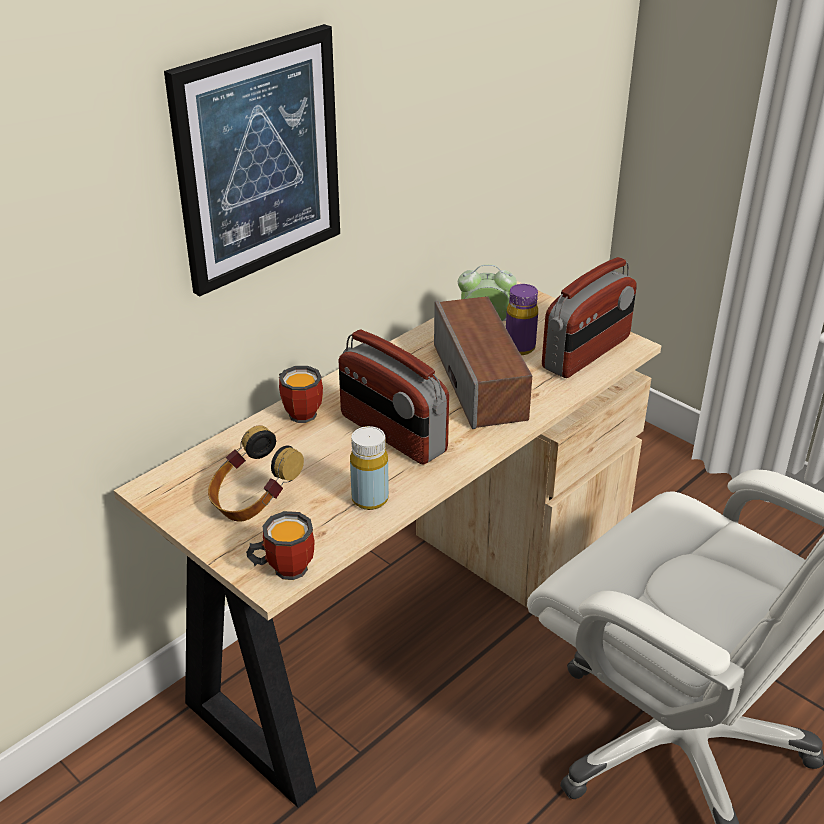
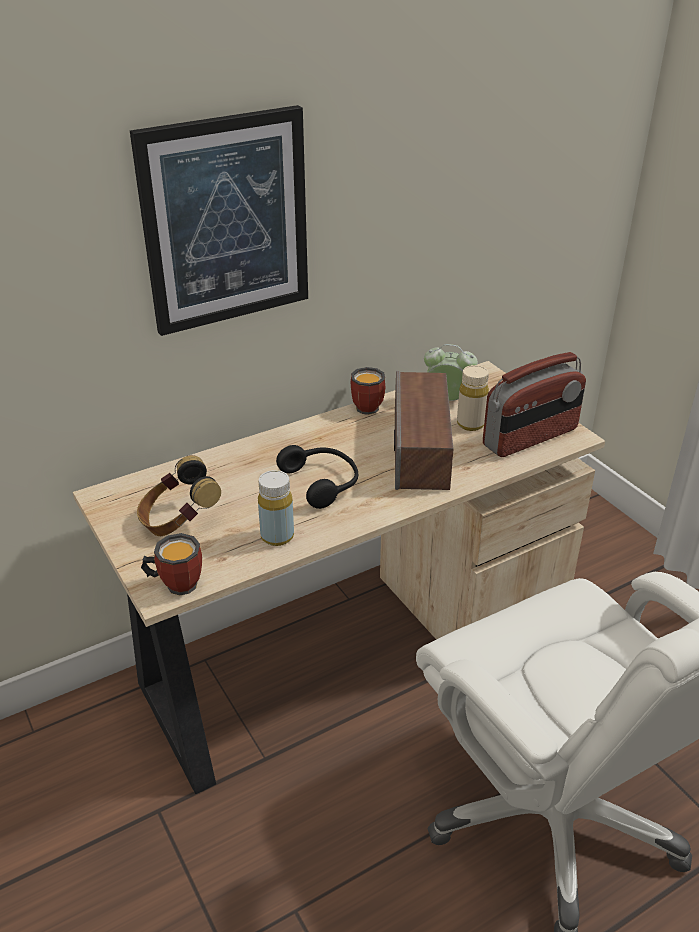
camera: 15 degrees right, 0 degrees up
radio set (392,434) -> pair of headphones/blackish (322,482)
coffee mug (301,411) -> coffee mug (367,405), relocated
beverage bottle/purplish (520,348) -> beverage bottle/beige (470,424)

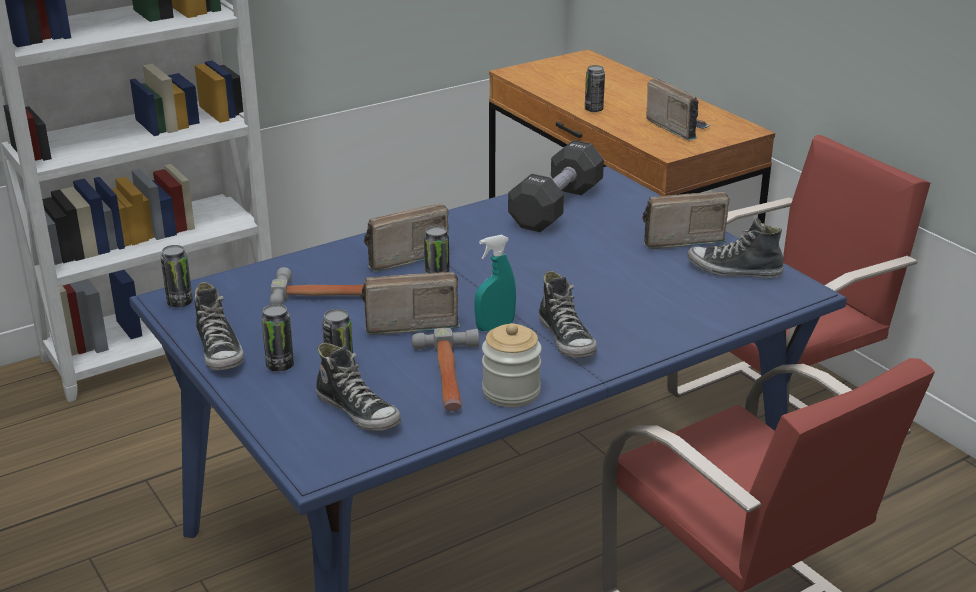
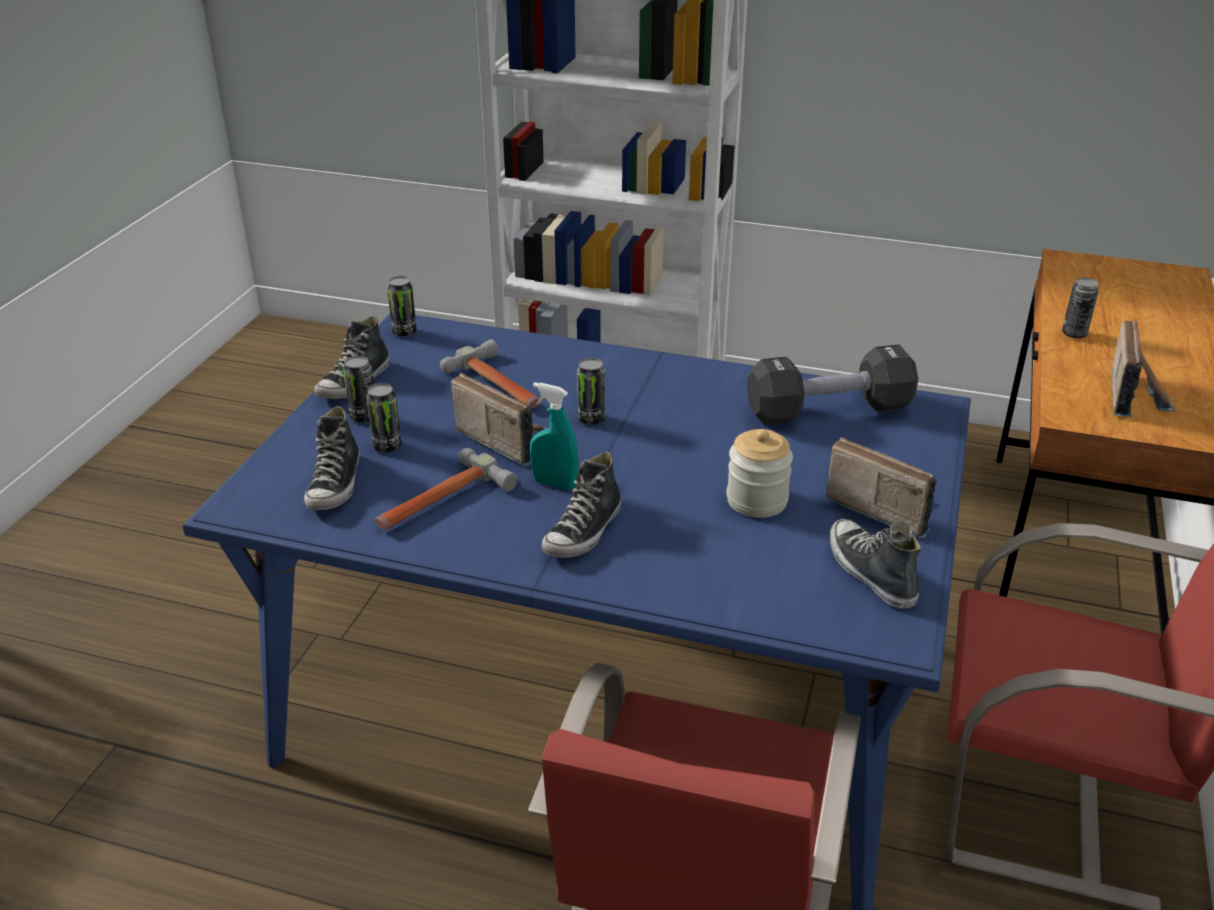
camera: 50 degrees right, 5 degrees up
storage jar (511,392) -> storage jar (756,500), relocated
radio set (401,257) -> none

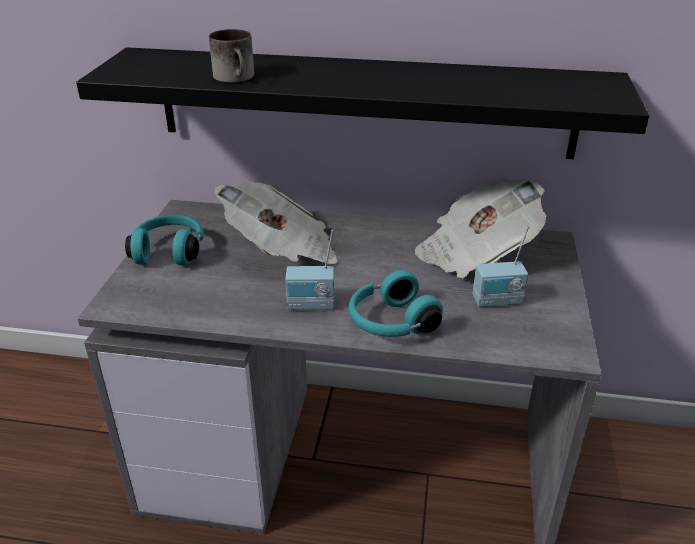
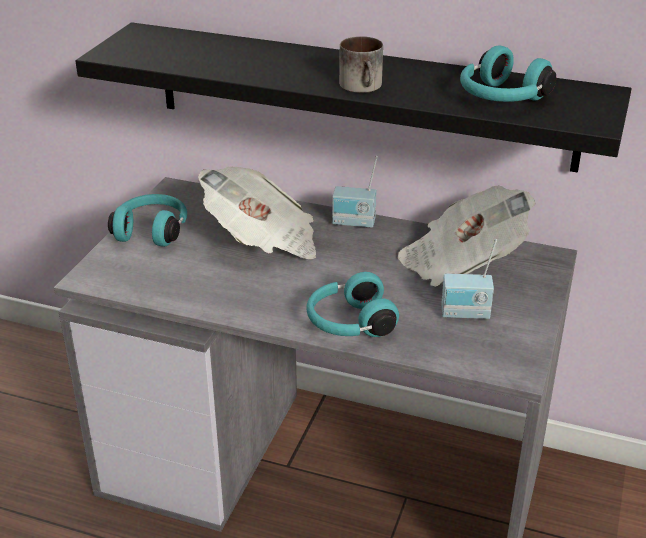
camera: 10 degrees right, 0 degrees up
radio set (311,305) -> radio set (353,223), relocated
coffee mug (237,77) -> coffee mug (364,86), relocated
none -> pair of headphones/turquoise (501,98)

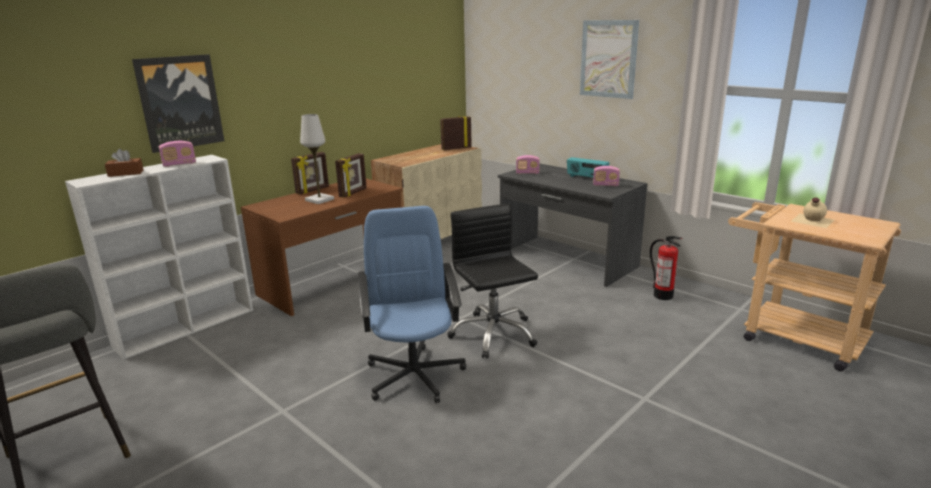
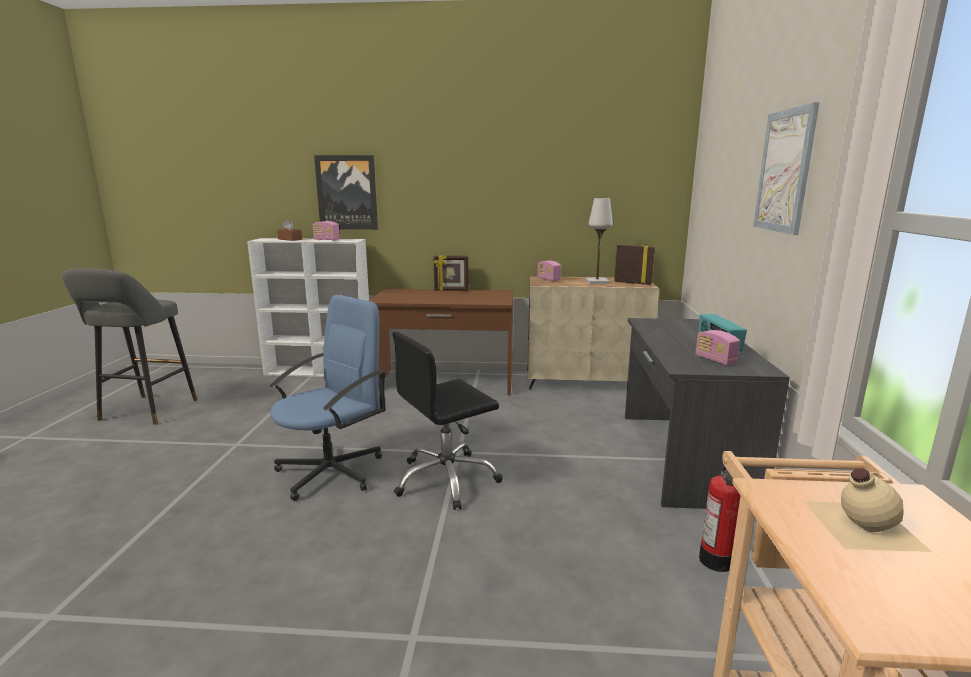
camera: 50 degrees right, 5 degrees down
computer chair/blackish (493,334) -> computer chair/blackish (446,480), 150 degrees counterclockwise
radio set (527,173) -> radio set (548,279), relocated
table lamp/whitish (320,200) -> table lamp/whitish (597,282), relocated
picture frame (353,193) -> none

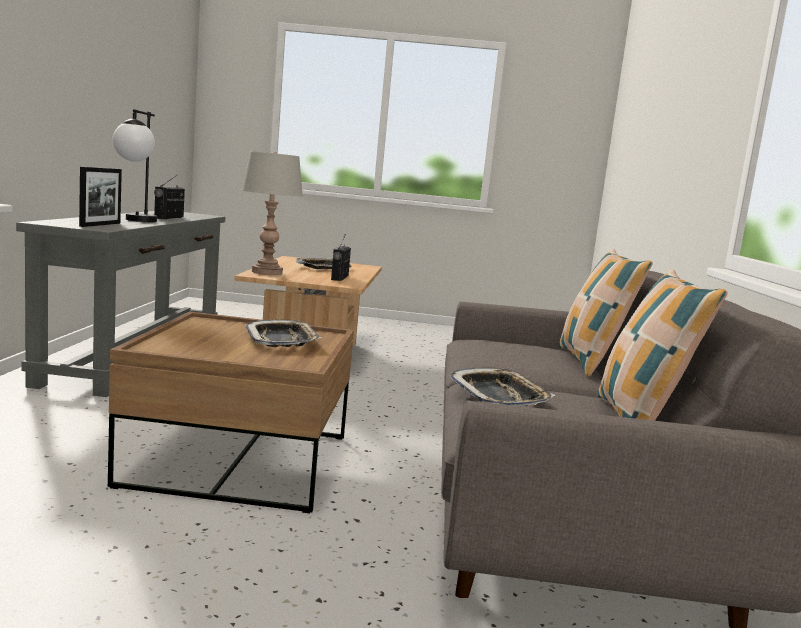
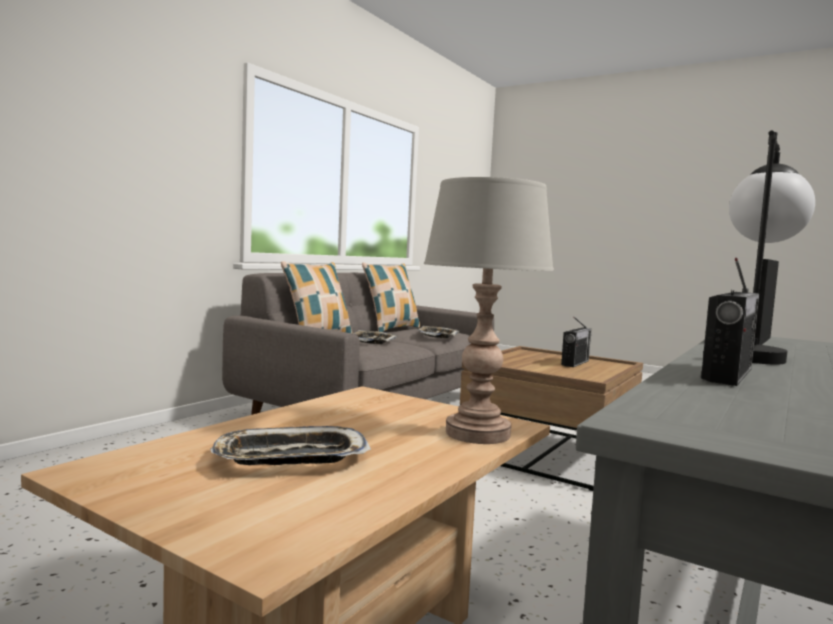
camera: 150 degrees left, 5 degrees down
serving tray (282,340) -> serving tray (372,341), relocated
radio set (339,278) -> radio set (575,363), relocated

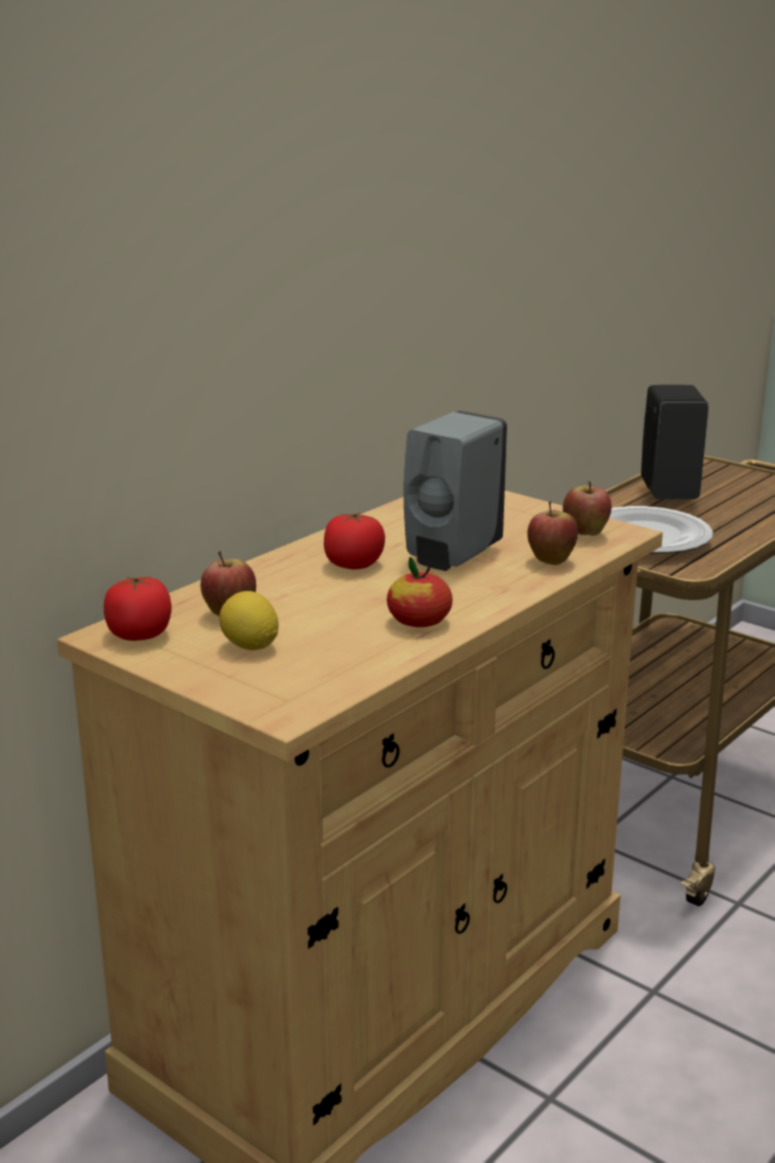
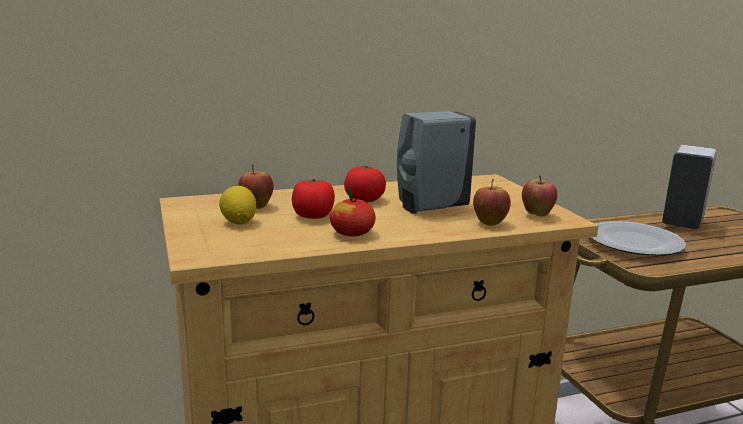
camera: 30 degrees right, 5 degrees down
tomato (140,634) -> tomato (313,216), relocated
liquid soap bottle/blackish (668,492) -> liquid soap bottle/whitish (682,223)

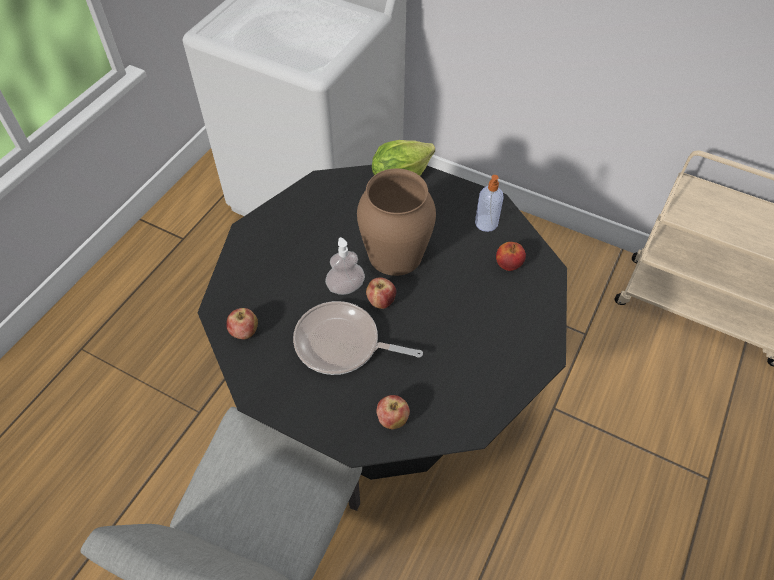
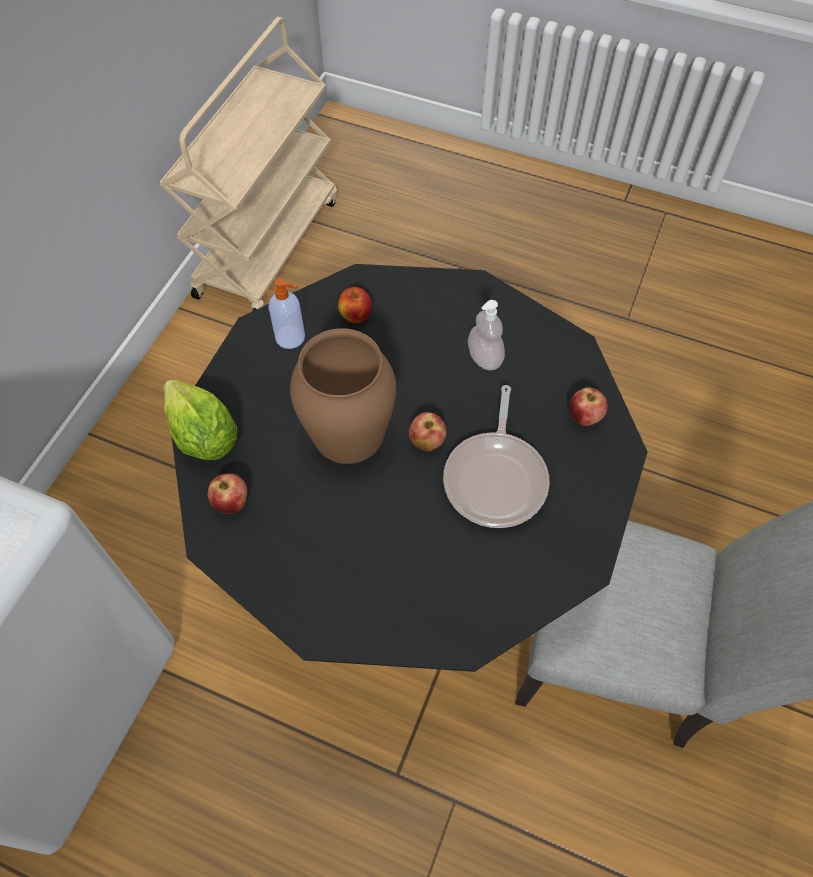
camera: 95 degrees left, 5 degrees up
apple (244,332) -> apple (231,503), relocated
liquid soap bottle (345,287) -> liquid soap bottle (484,358), relocated

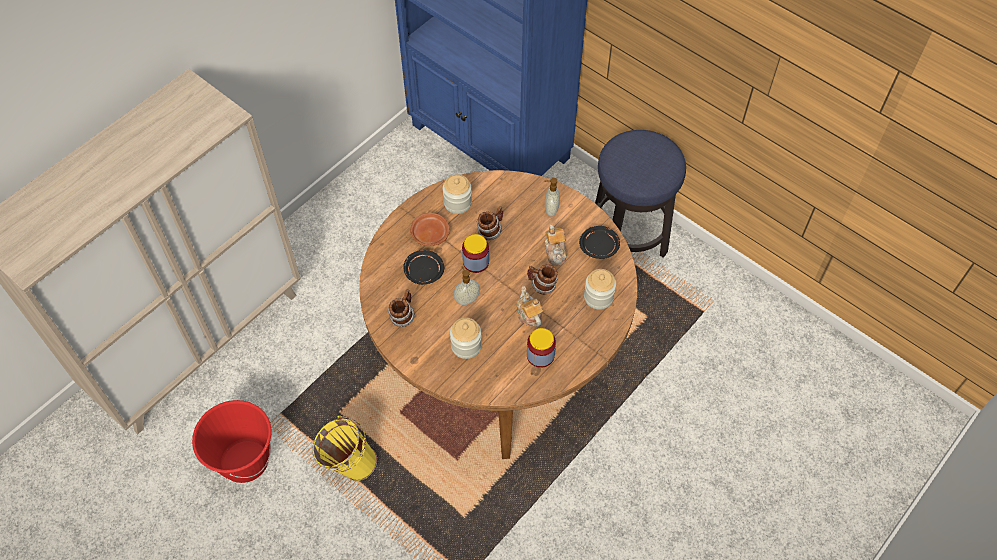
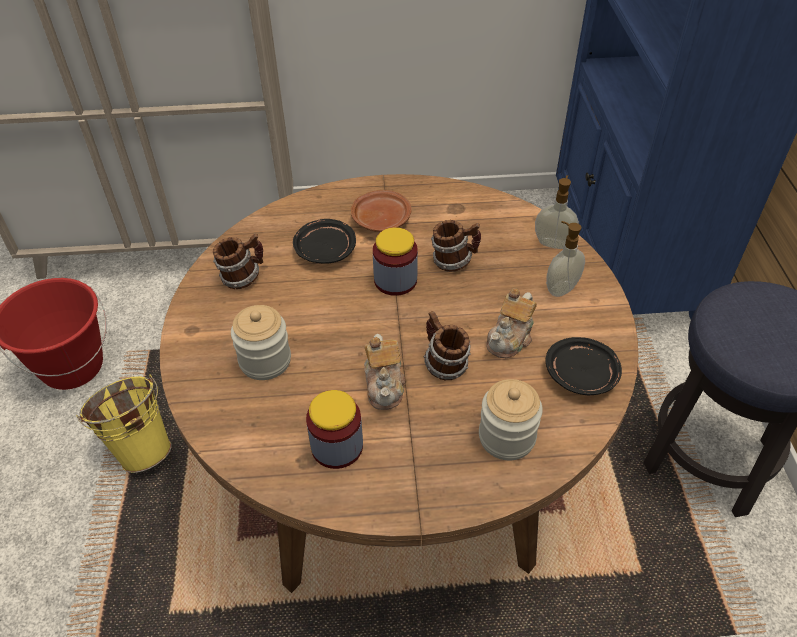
camera: 45 degrees right, 10 degrees down
tea pot (529,314) -> tea pot (385,385), 150 degrees clockwise
liquid soap bottle (466,299) -> liquid soap bottle (553,243), relocated
storage jar (457,203) -> none

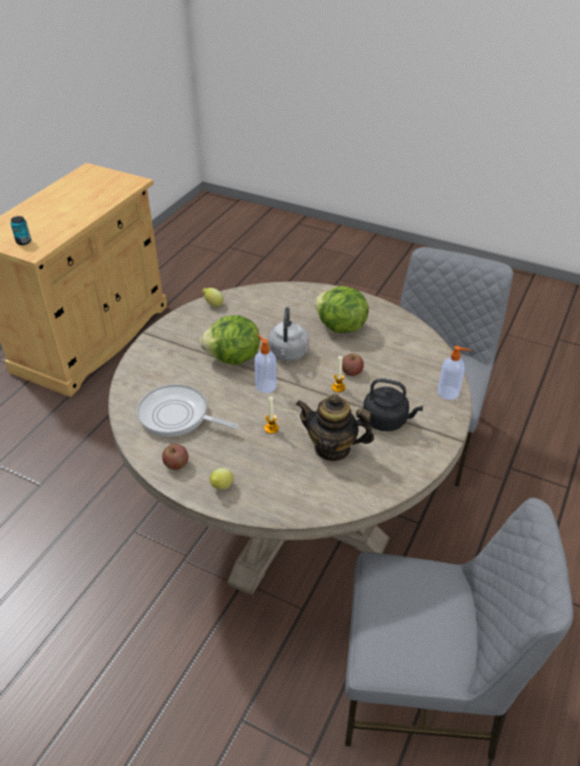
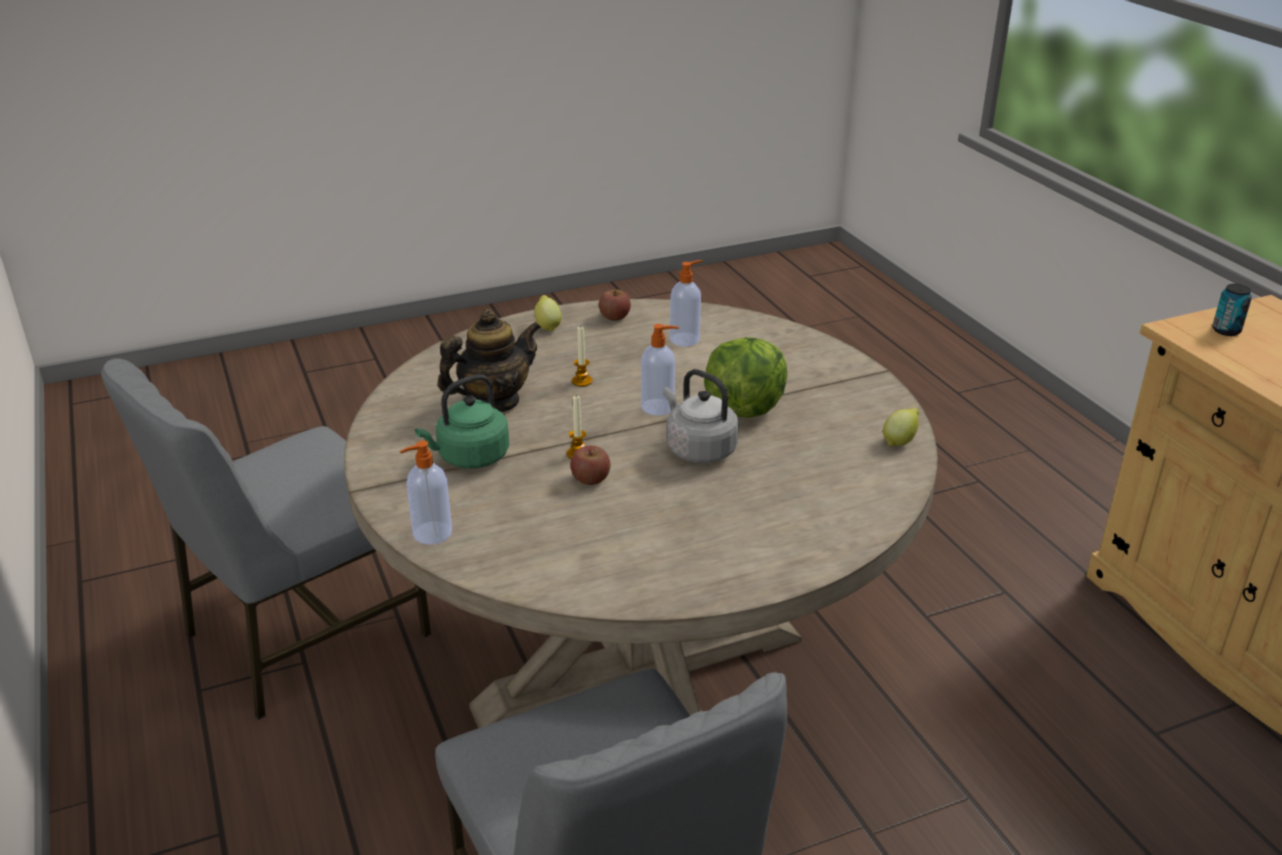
camera: 130 degrees right, 10 degrees down
water kettle/blackish (387,420) -> water kettle/green (470,458)
frying pan (177,416) -> liquid soap bottle (685,339)
lettuce head (340,327) -> none

